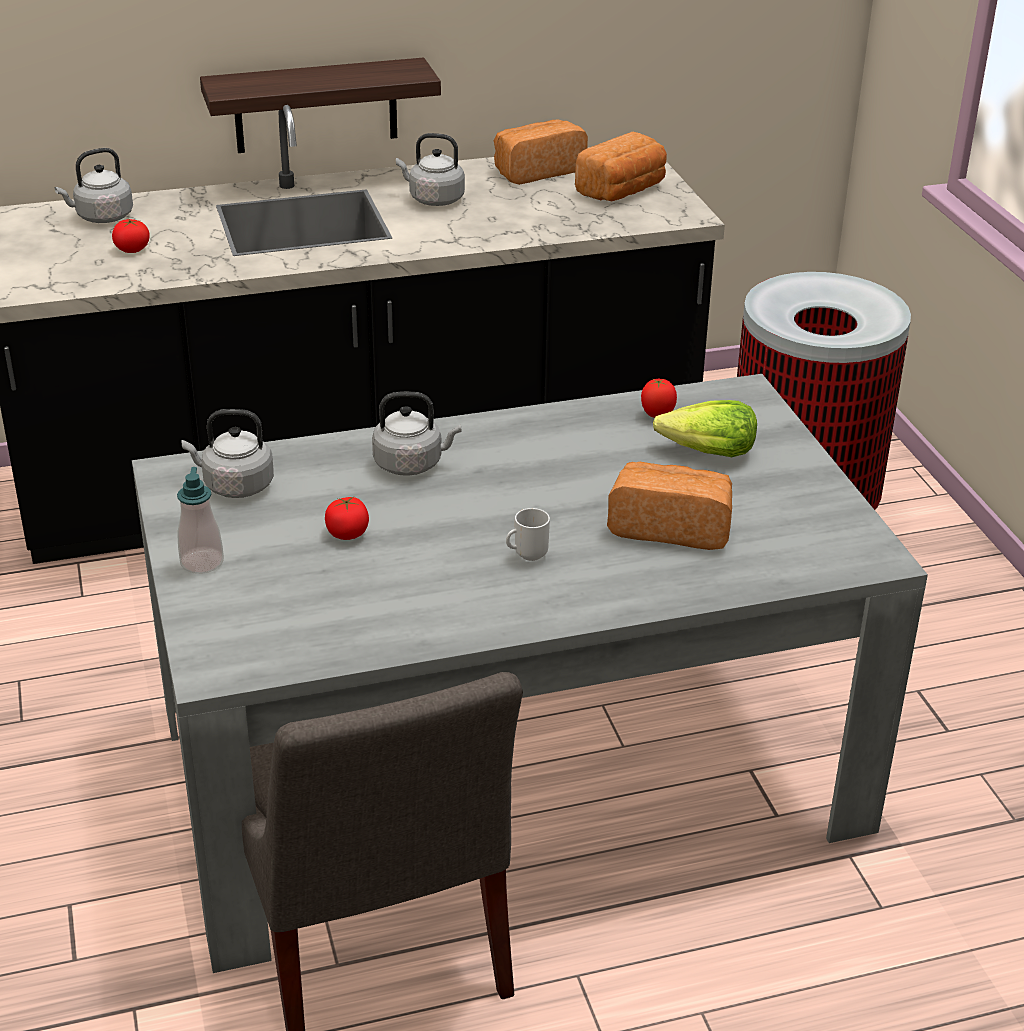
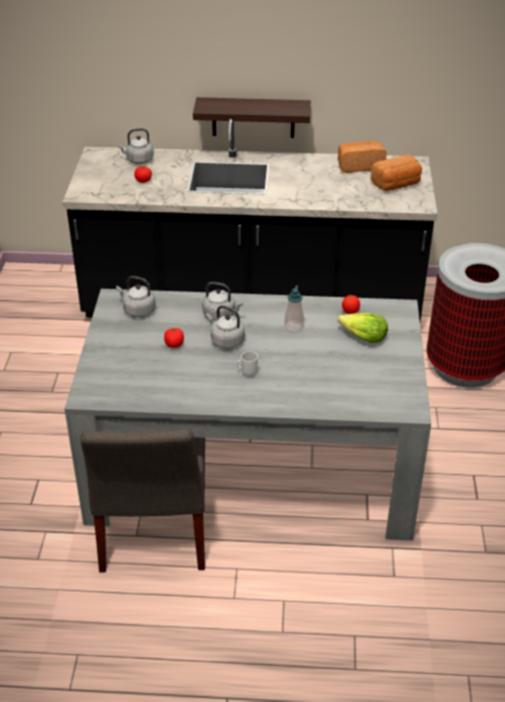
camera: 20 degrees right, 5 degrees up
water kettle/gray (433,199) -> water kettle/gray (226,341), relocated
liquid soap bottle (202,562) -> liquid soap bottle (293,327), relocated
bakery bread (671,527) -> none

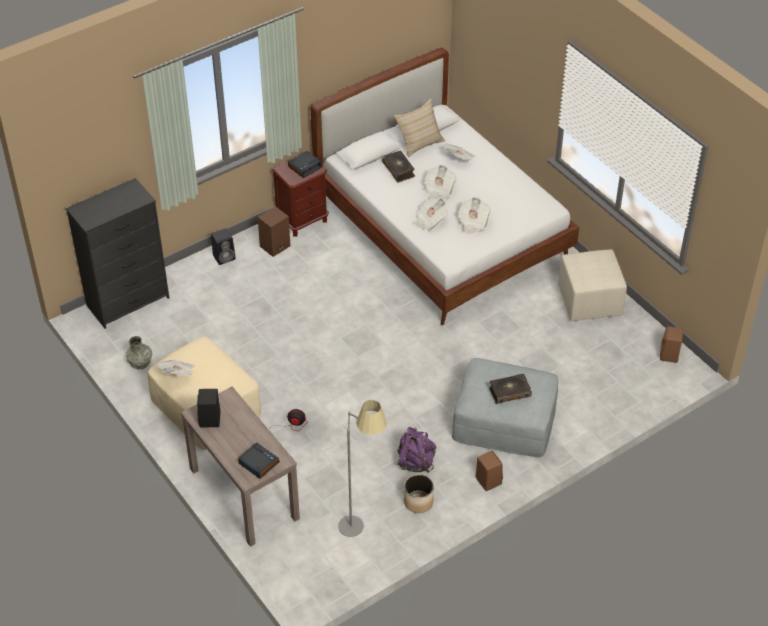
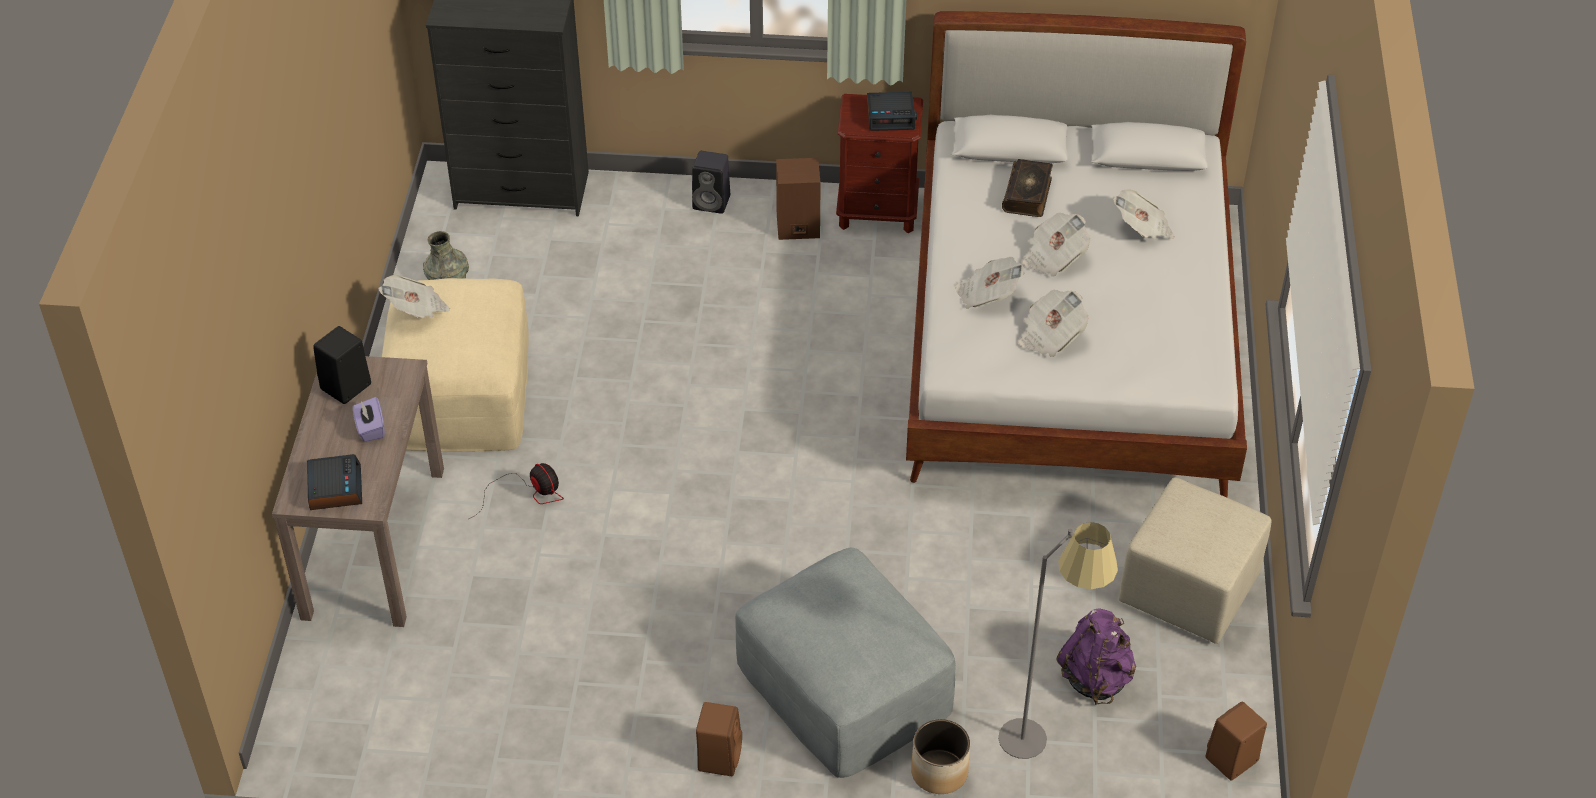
camera: 40 degrees right, 0 degrees up
none -> tissue box/purplish (370,429)
flower pot (418,502) -> flower pot (938,772), relocated
floor lamp/gray (362,523) -> floor lamp/gray (1043,746), relocated
rucksack/purplish (415,461) -> rucksack/purplish (1096,677), relocated
pillow/beige (419,142) -> none
bound book (509,392) -> none

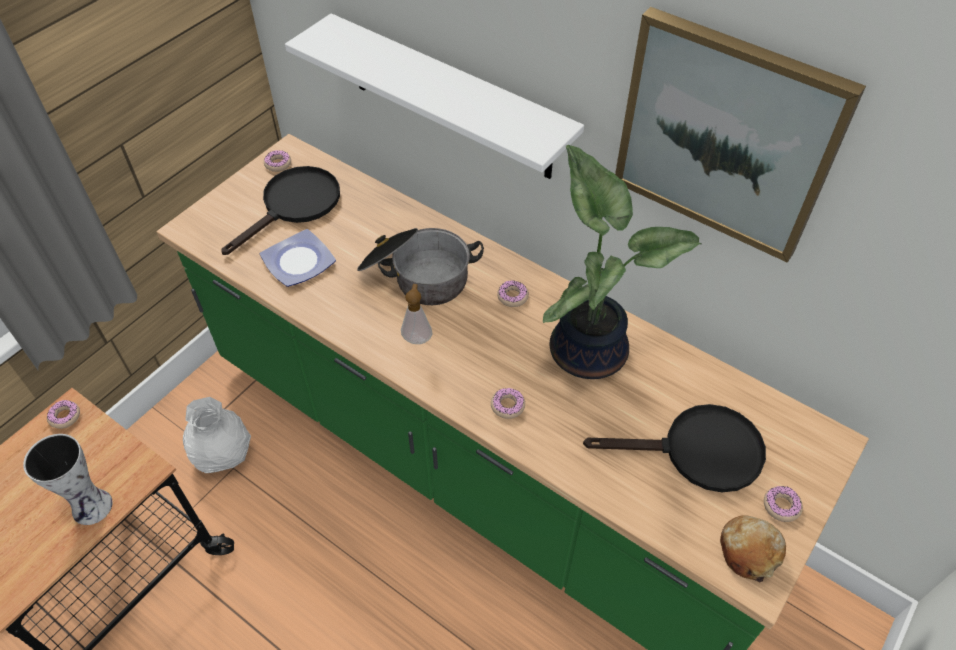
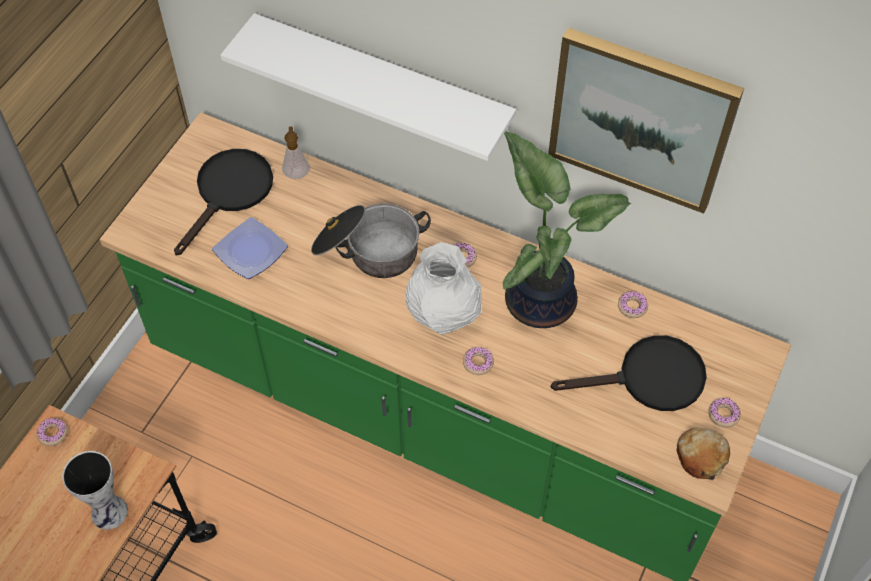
camera: 10 degrees left, 5 degrees up
liquid soap bottle (417,337) -> liquid soap bottle (296,173), relocated
vase/whitish (224,454) -> vase/whitish (444,313), relocated
donut (278,164) -> donut (632,307), relocated

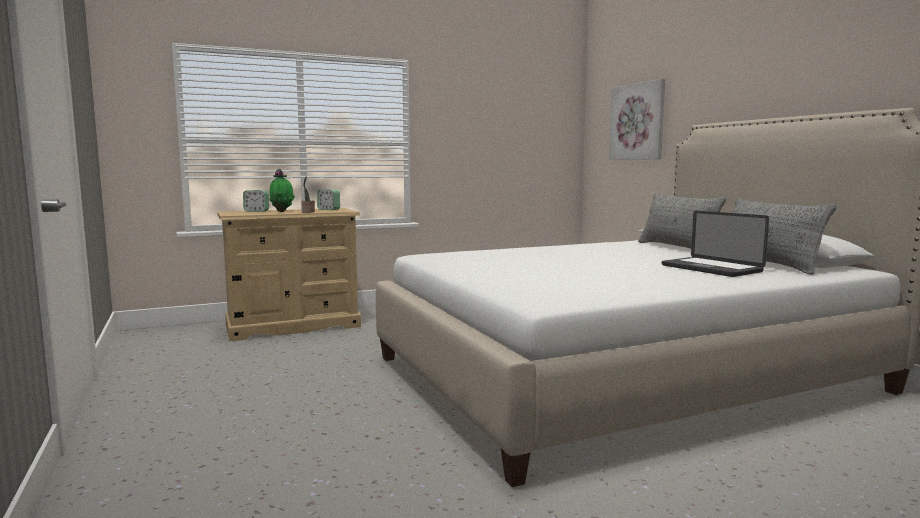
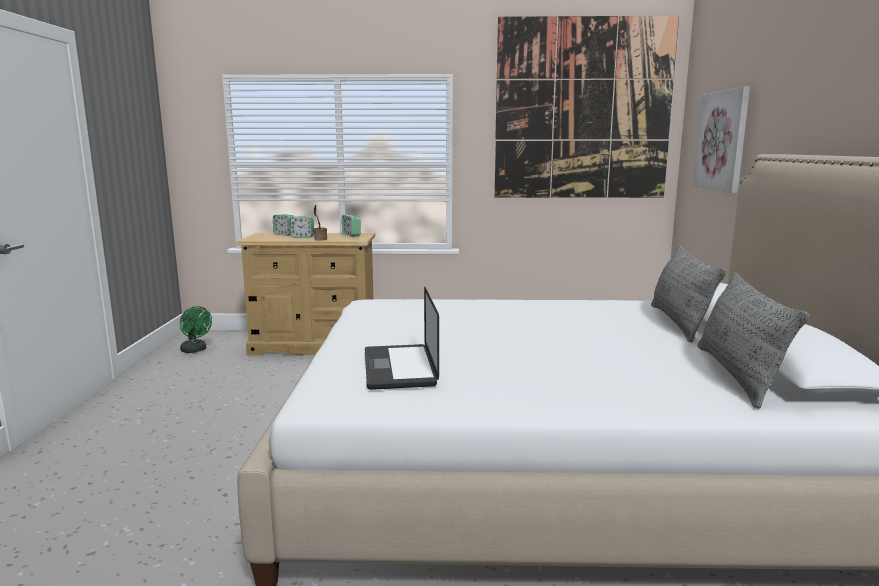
camera: 25 degrees right, 5 degrees up
none -> electric fan/green (195,350)
potted plant (282,211) -> bedside clock (302,237)
laptop (711,268) -> laptop (399,368), relocated
none -> wall art (583,110)

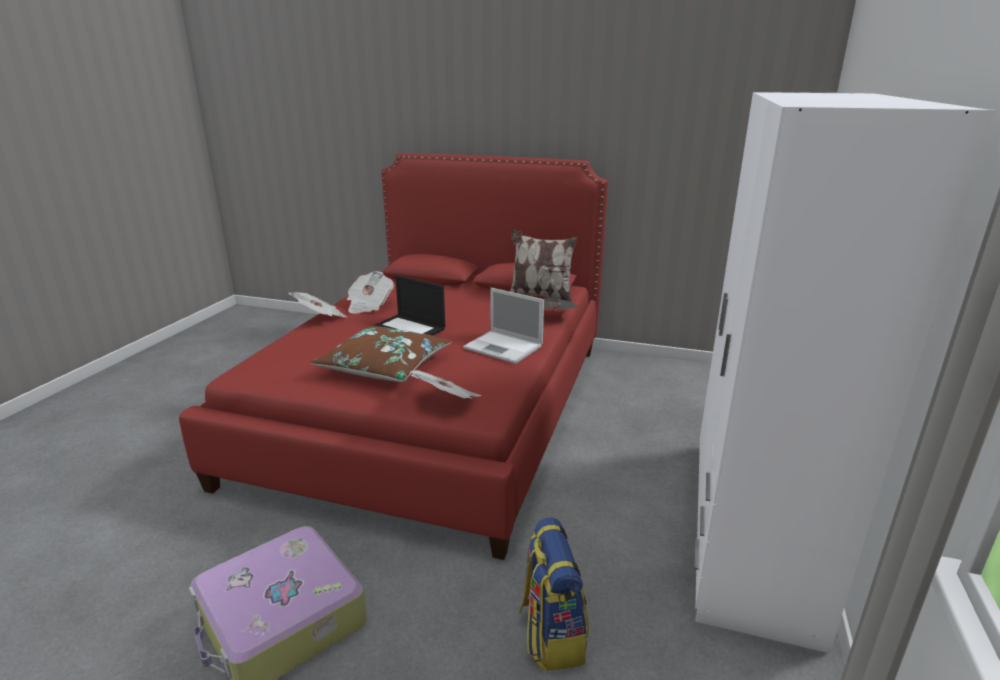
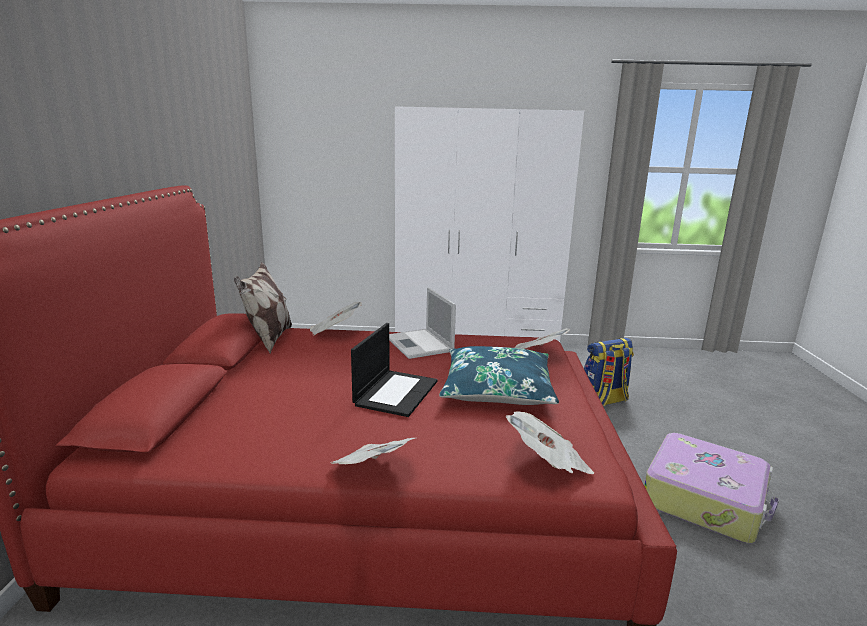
camera: 105 degrees left, 5 degrees down
laptop (504,347) -> laptop (420,344), 135 degrees clockwise
pillow/brown-coloured (385,366) -> pillow/blue-coloured (497,389)
newspaper (369,305) -> newspaper (548,463), relocated

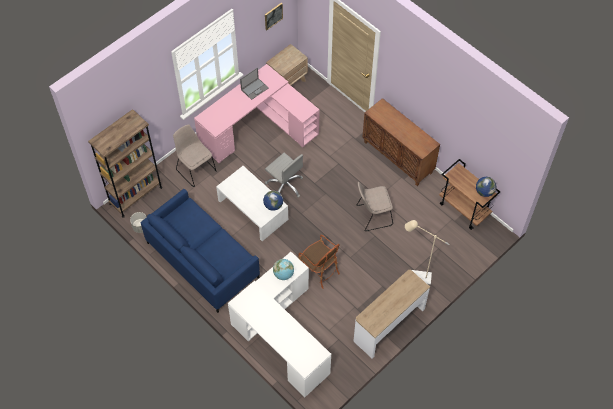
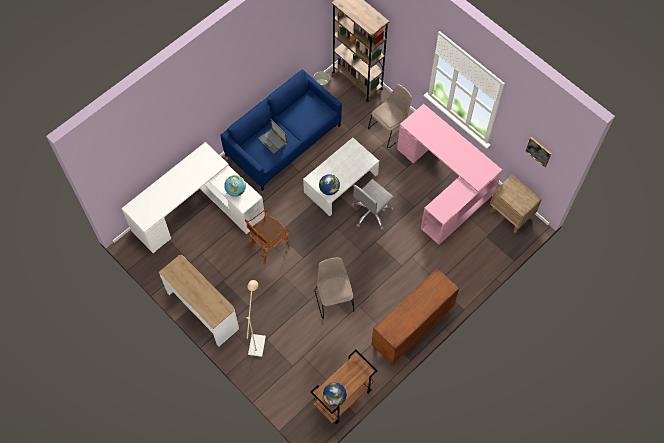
camera: 90 degrees right, 5 degrees up
laptop (255,88) -> laptop (273,141), relocated

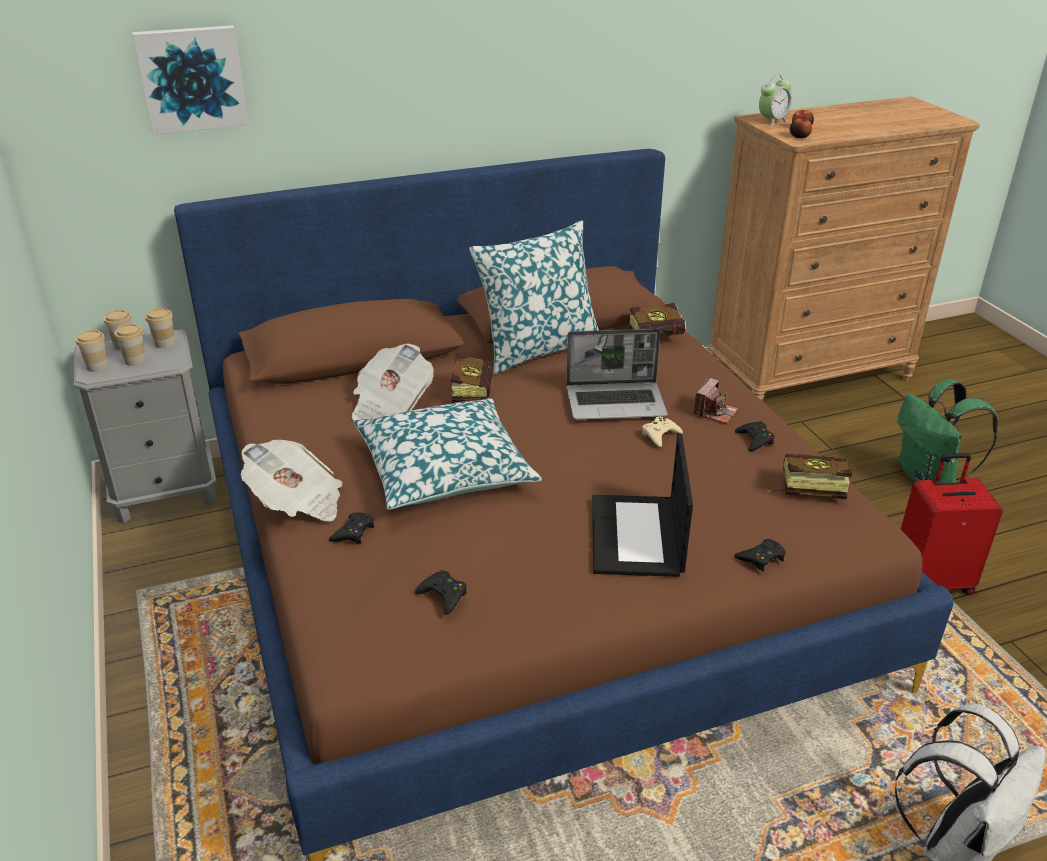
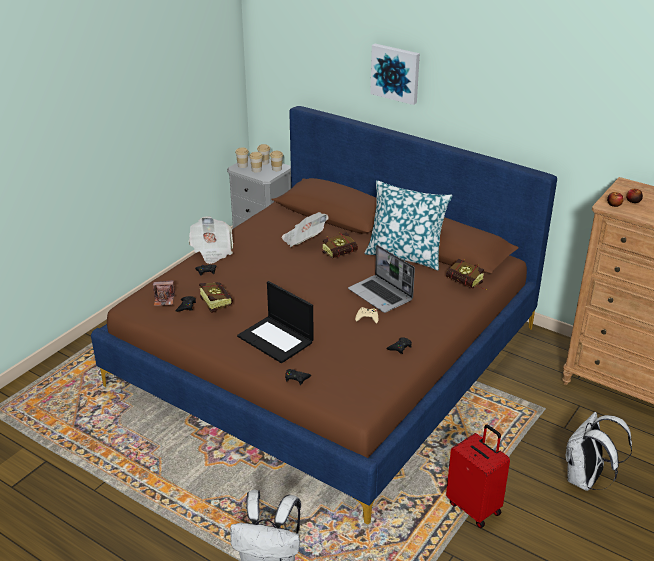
camera: 55 degrees right, 0 degrees up
photo camera (714,412) -> photo camera (164,300), relocated
bound book (804,488) -> bound book (214,302), relocated
laptop (637,536) -> laptop (276,339), 105 degrees counterclockwise
wall art (192,78) -> wall art (396,73), relocated
rucksack/green (929,478) -> rucksack/whitish (586,480)
pillow (445,469) -> none
bedside clock (772,122) -> none

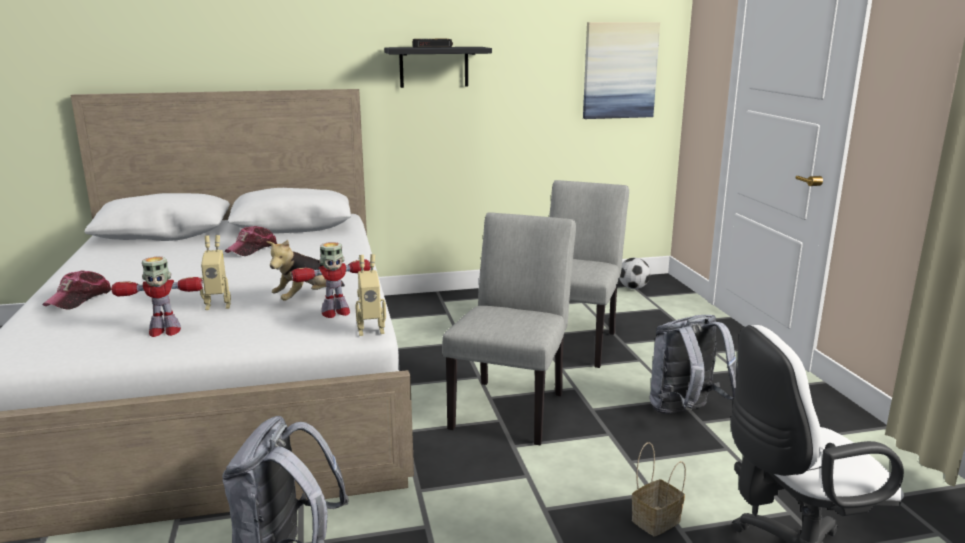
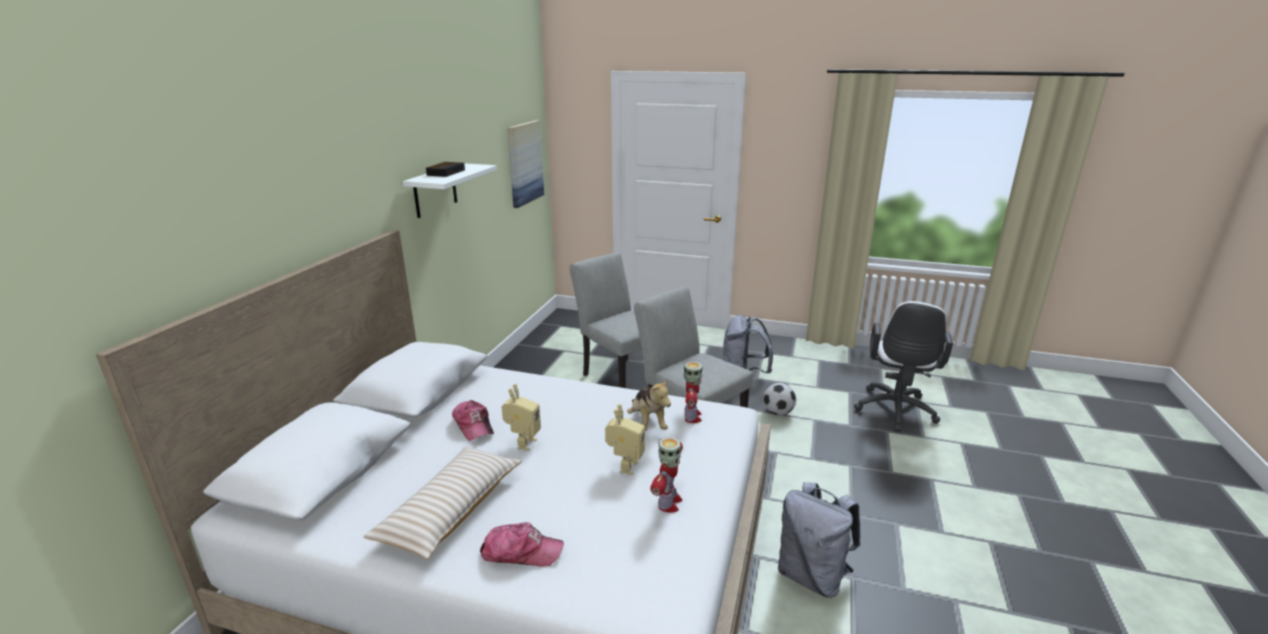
camera: 60 degrees left, 5 degrees up
none -> pillow/beige (451,510)
wall shelf/blackish (434,67) -> wall shelf/whitish (435,190)
baseball cap (79,299) -> baseball cap (521,552), 45 degrees counterclockwise
robot figure (370,330) -> robot figure (523,443), relocated
ball for football (633,288) -> ball for football (778,412), relocated
storage basket (655,522) -> none

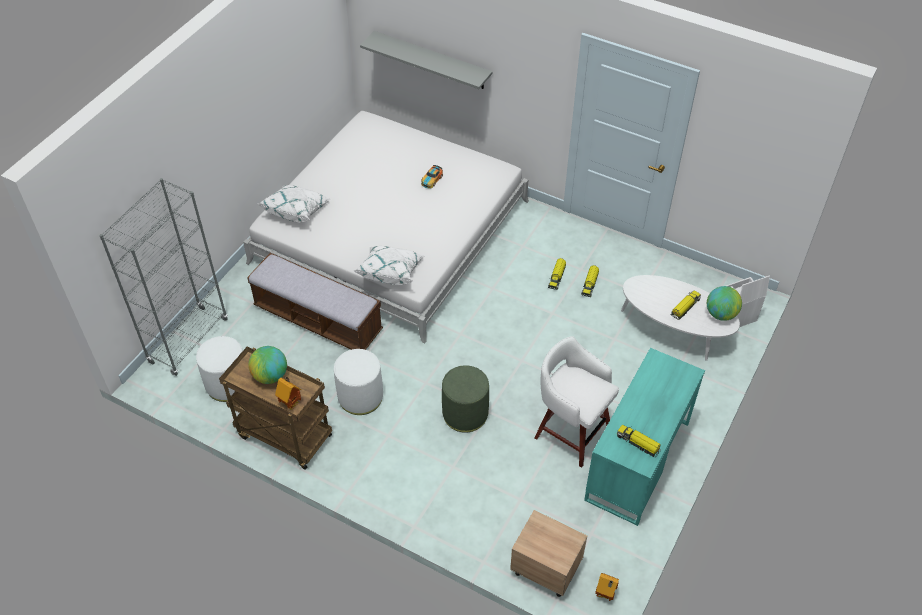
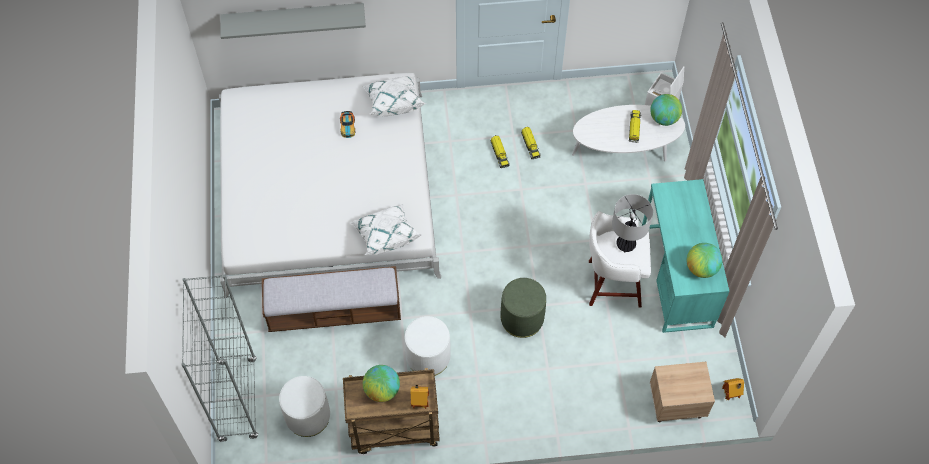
camera: 35 degrees left, 10 degrees up
pillow/whitish (297,211) -> pillow/whitish (393,102), relocated
none -> table lamp (625,244)
toy truck (638,443) -> globe (701,268)

